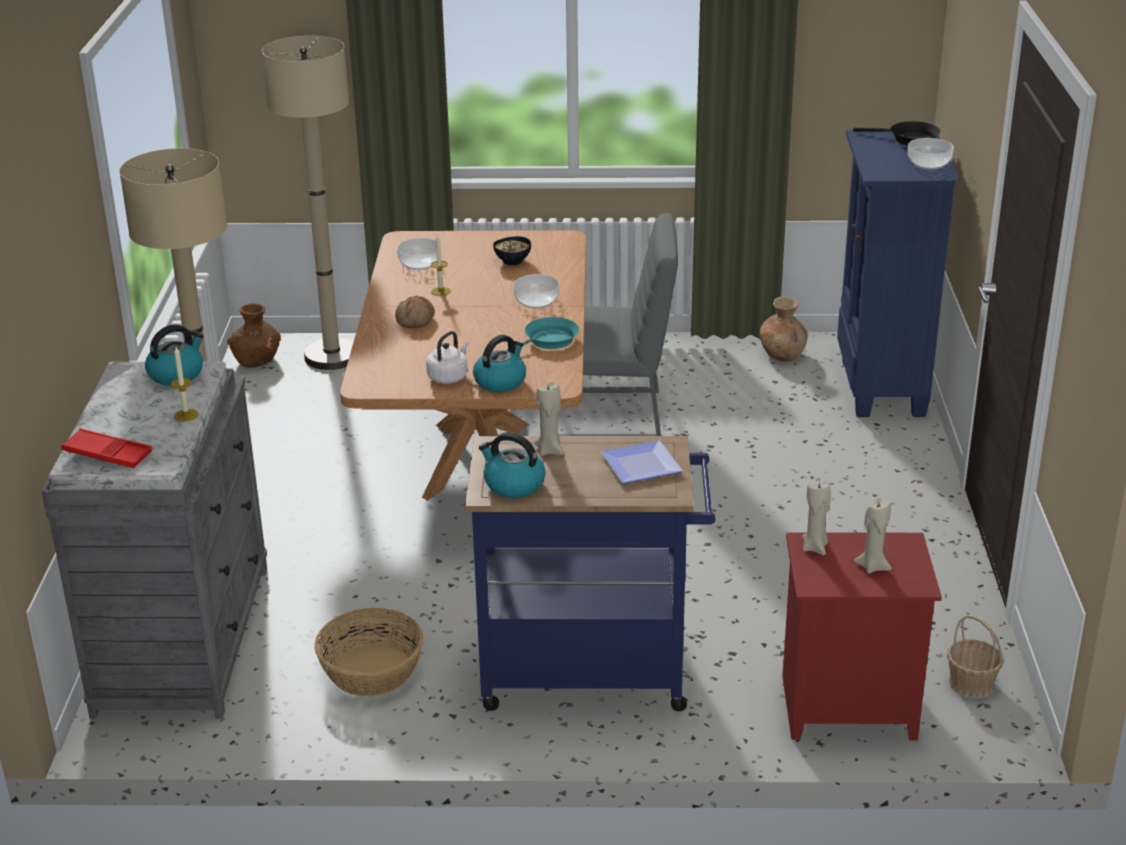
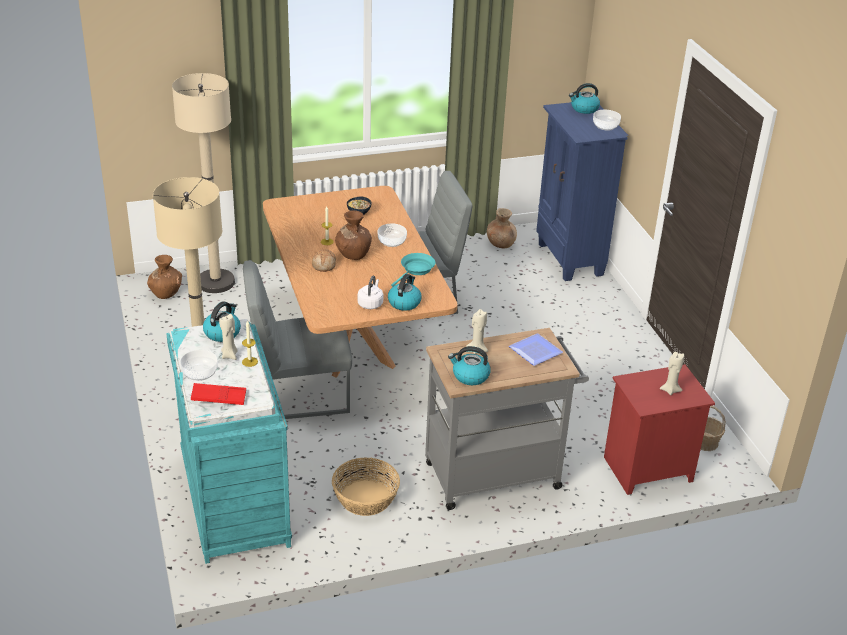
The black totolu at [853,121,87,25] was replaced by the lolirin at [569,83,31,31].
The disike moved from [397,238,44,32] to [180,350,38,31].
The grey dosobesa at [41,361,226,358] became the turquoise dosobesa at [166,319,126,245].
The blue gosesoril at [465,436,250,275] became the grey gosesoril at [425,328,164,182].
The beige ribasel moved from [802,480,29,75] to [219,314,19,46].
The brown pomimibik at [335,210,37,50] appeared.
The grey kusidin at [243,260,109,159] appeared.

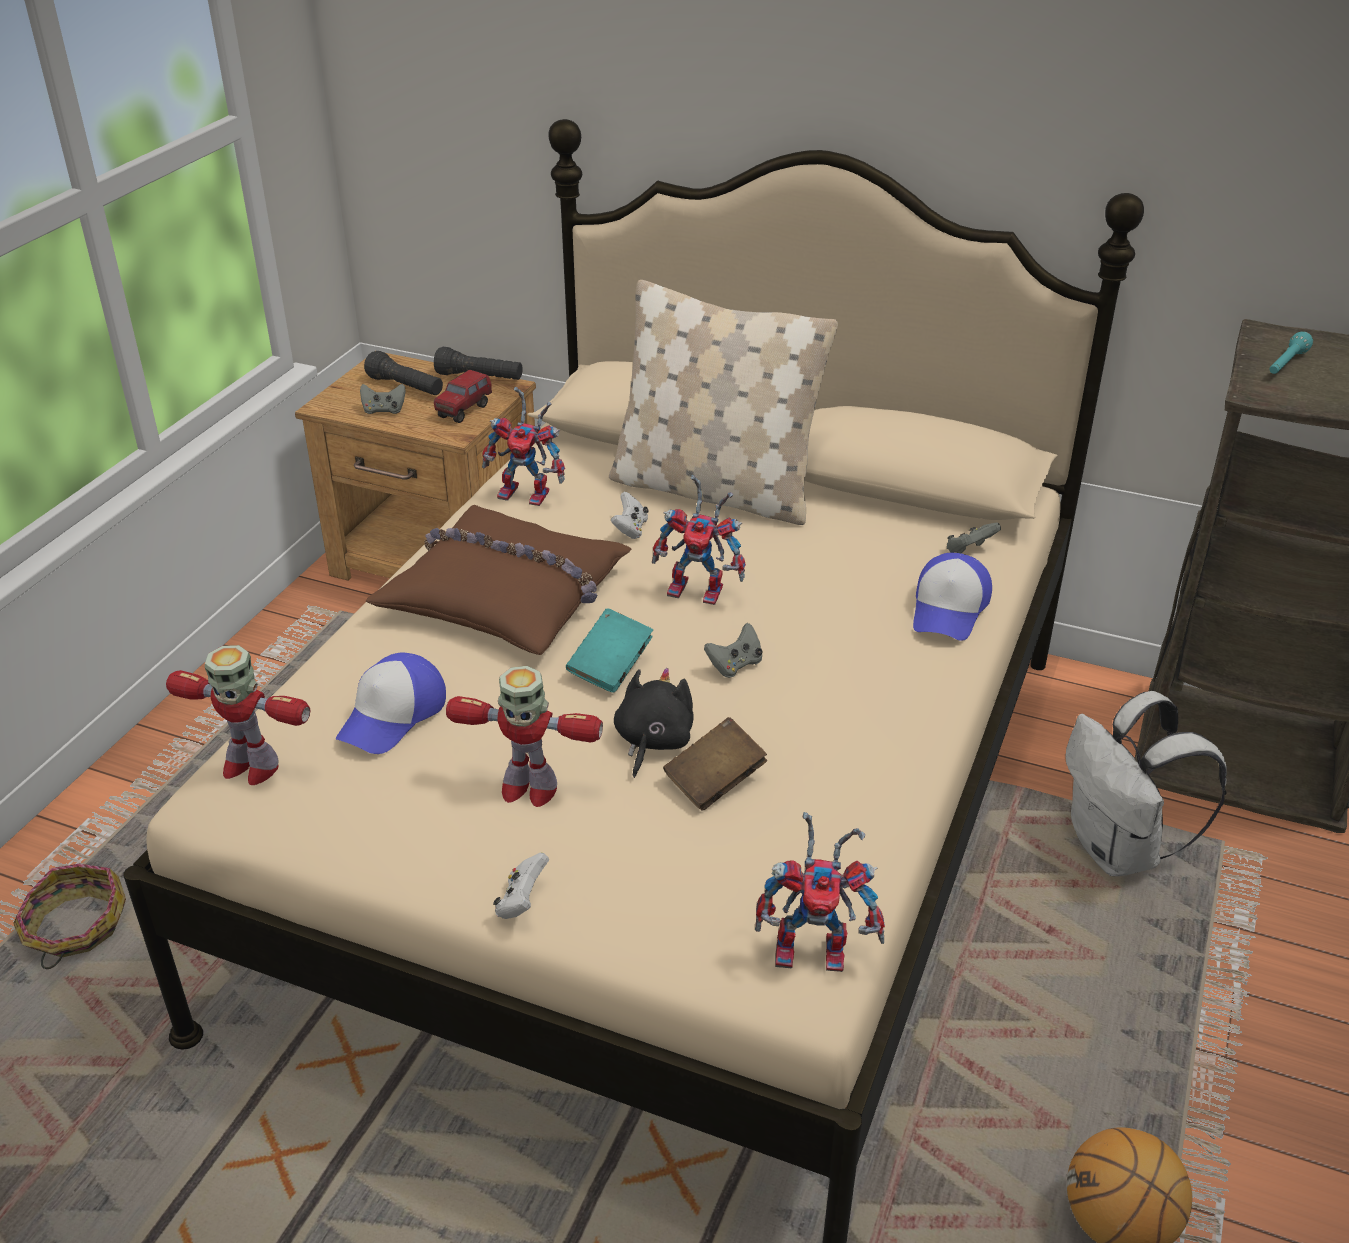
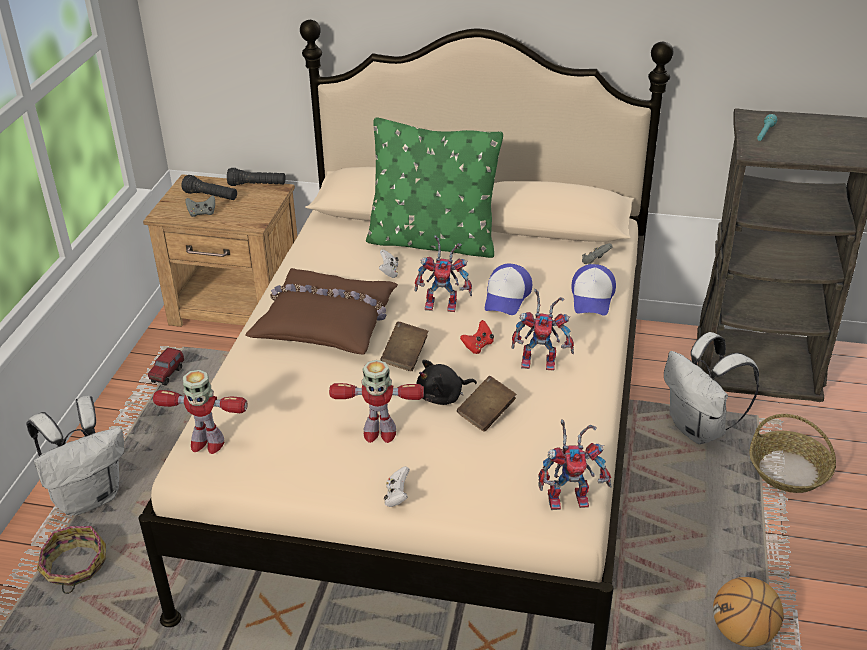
The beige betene at [609,280,229,245] became the green betene at [366,117,137,141].
The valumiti moved from [434,369,58,54] to [148,348,36,38].
The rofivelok moved from [482,387,83,119] to [511,289,63,82].
The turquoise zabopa at [566,608,87,85] became the brown zabopa at [380,322,48,49].
The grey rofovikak at [704,623,58,55] became the red rofovikak at [460,320,34,34].
The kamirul moved from [336,652,110,102] to [485,264,47,51].
The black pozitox at [614,668,80,110] turned 120 degrees counterclockwise.
The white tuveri at [26,396,98,120] appeared.
The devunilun at [749,414,87,79] appeared.

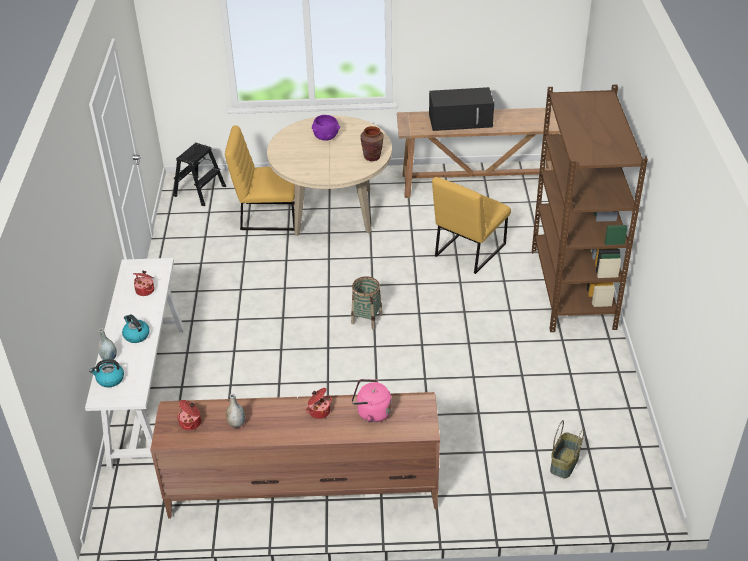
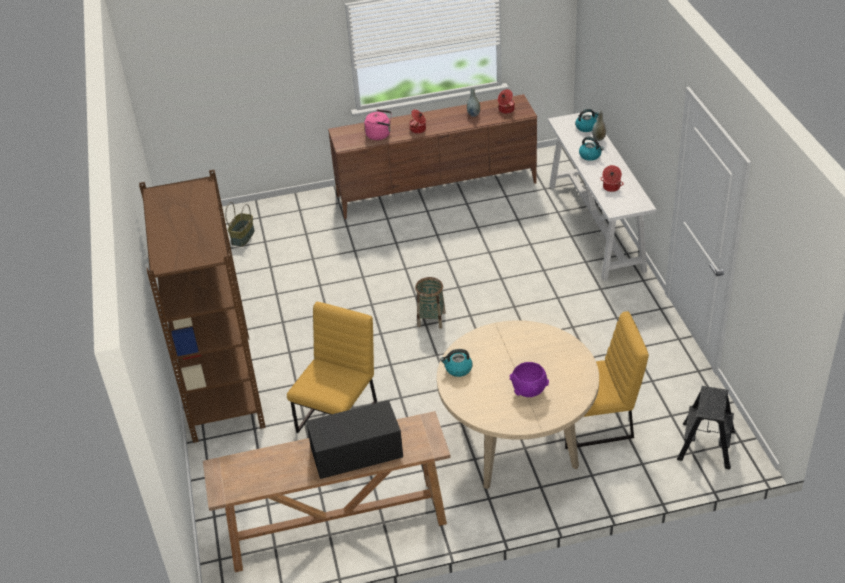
The brown pomimibik at [361,126,23,35] was replaced by the lolirin at [440,349,32,28].

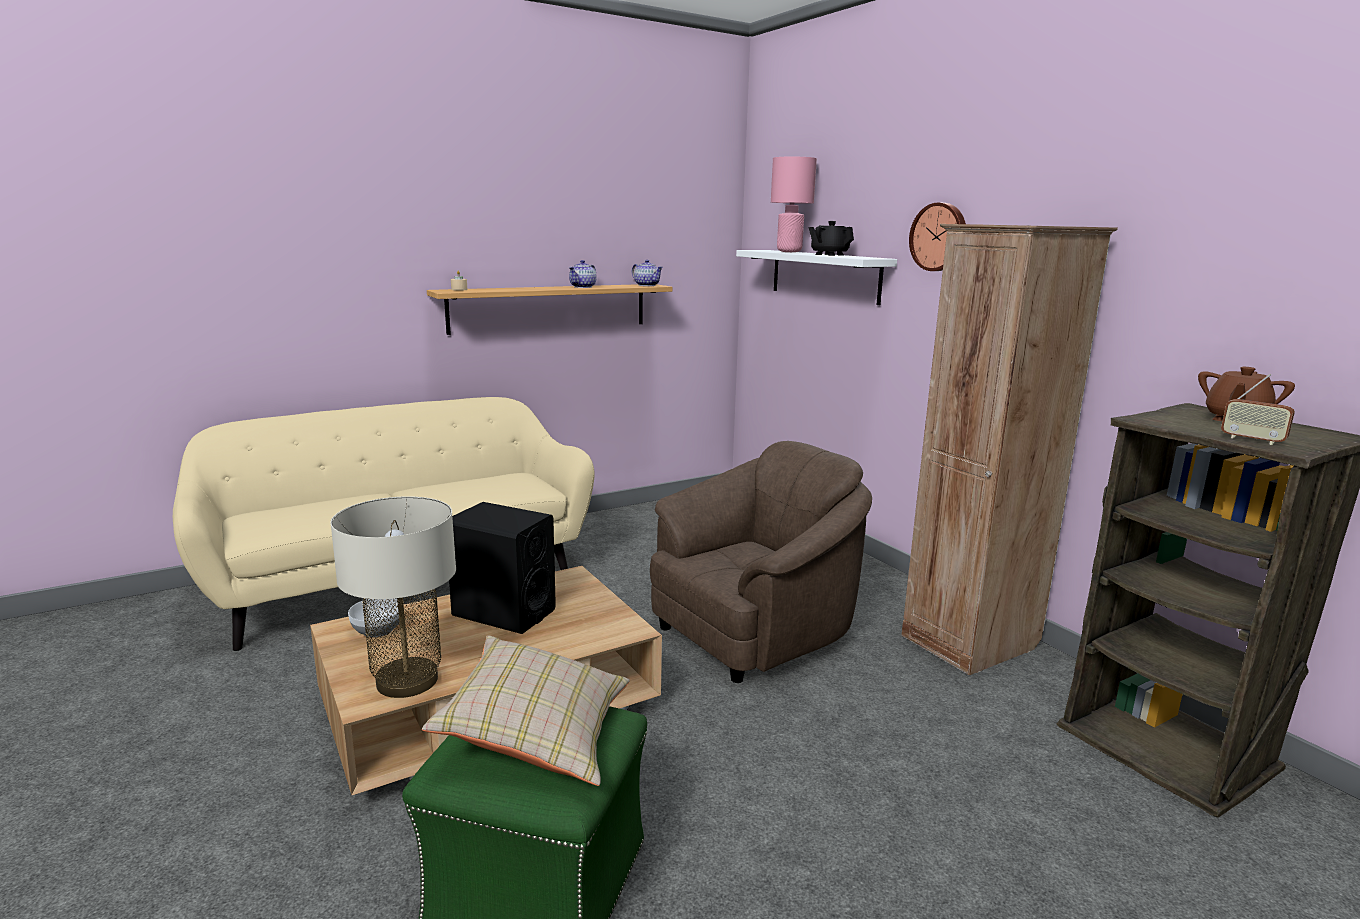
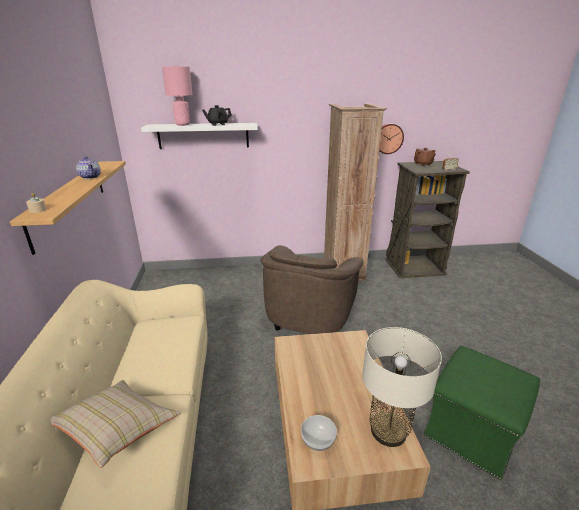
The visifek moved from [909,203,57,68] to [379,123,25,31].
The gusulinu at [632,260,31,26] disappeared.
The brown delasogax at [650,441,222,242] turned 150 degrees counterclockwise.
The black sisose at [449,502,107,132] disappeared.
The beige betene moved from [422,636,208,150] to [50,380,131,88].

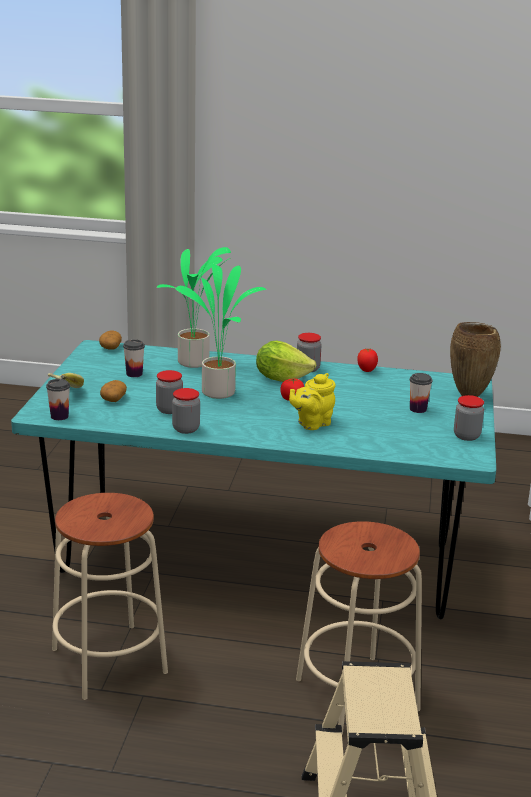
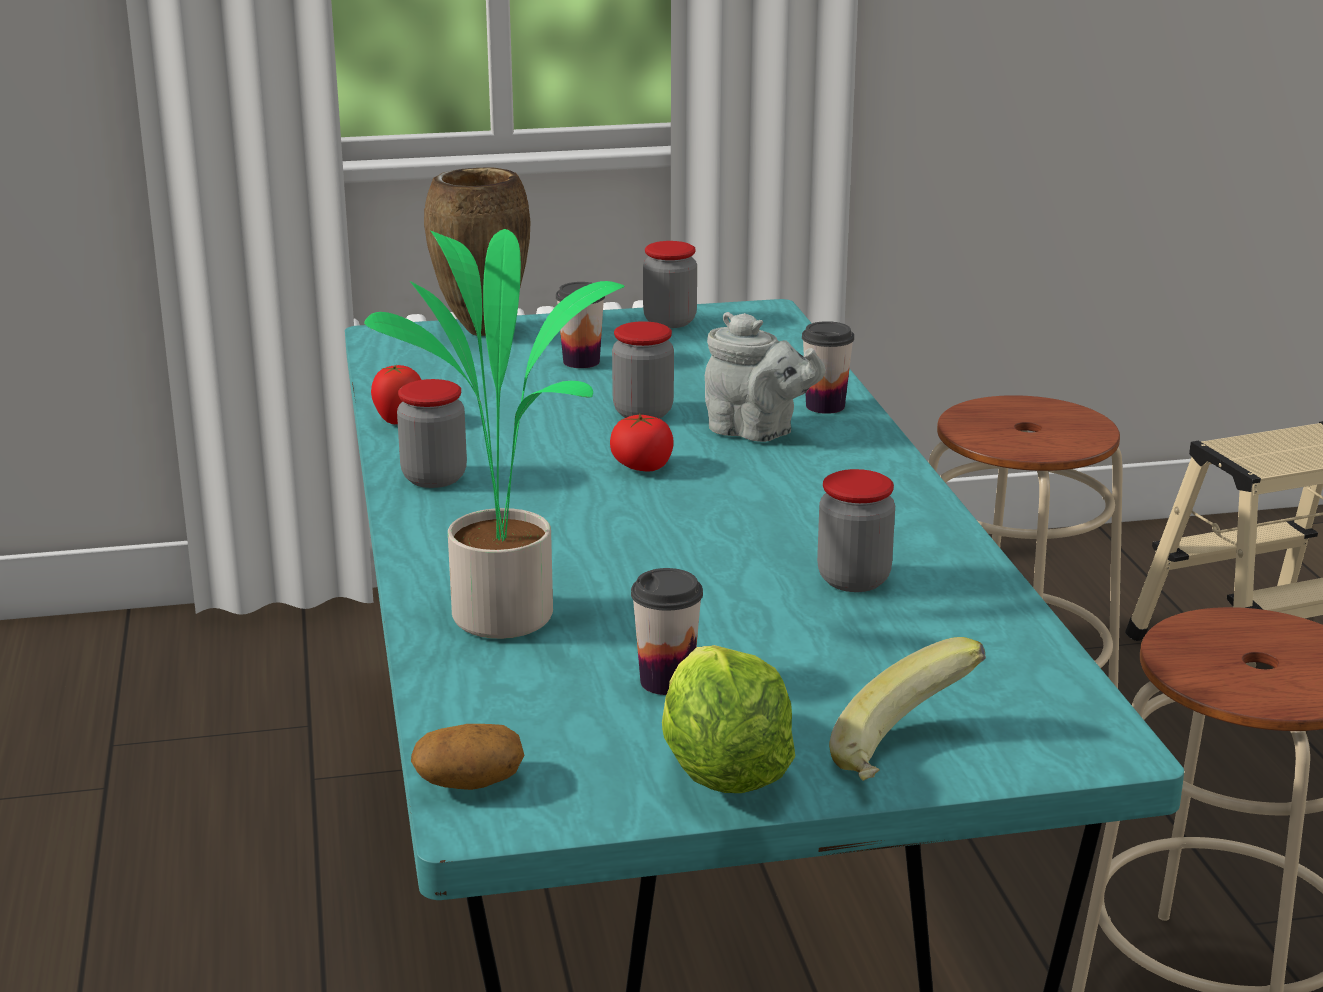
The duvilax at [175,263,92,136] disappeared.
The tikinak moved from [256,341,60,41] to [662,645,133,148].
The yellow gusulinu at [289,373,47,57] became the grey gusulinu at [705,312,121,130].
The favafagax moved from [46,379,24,41] to [802,321,52,93].
The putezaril at [100,380,27,22] disappeared.
The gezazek moved from [172,388,28,46] to [612,321,62,98].

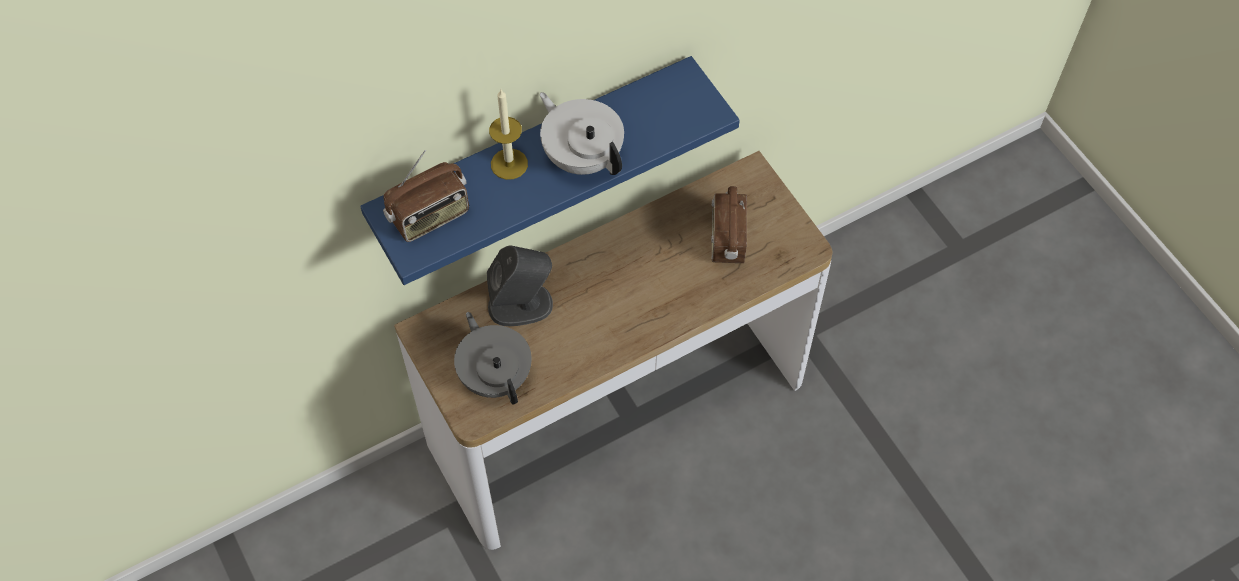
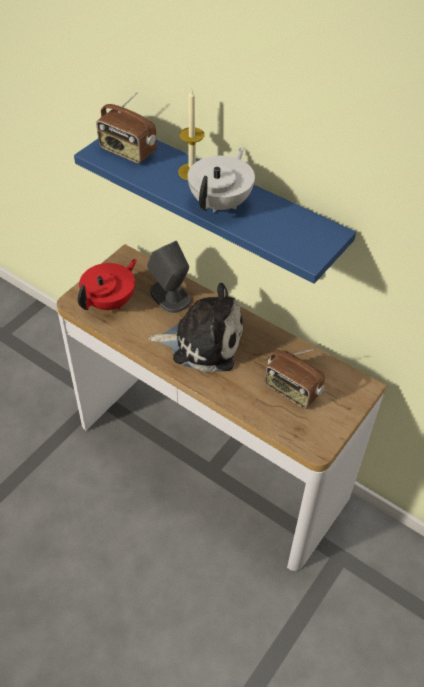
The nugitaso at [711,186,36,77] turned 120 degrees counterclockwise.
The grey gusulinu at [454,312,77,93] became the red gusulinu at [78,259,59,51].
The pozitox at [148,283,96,89] appeared.

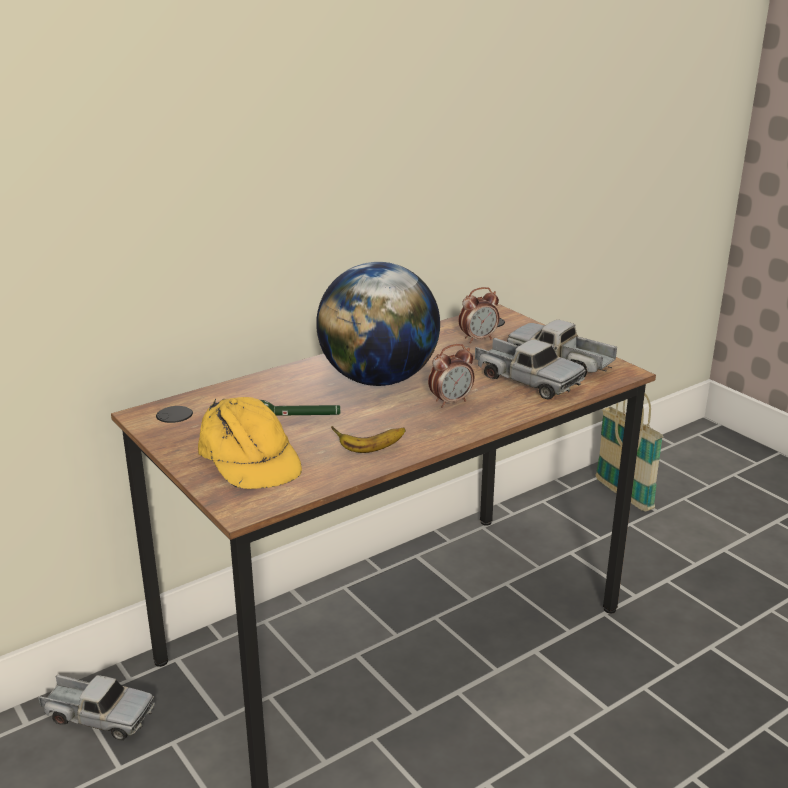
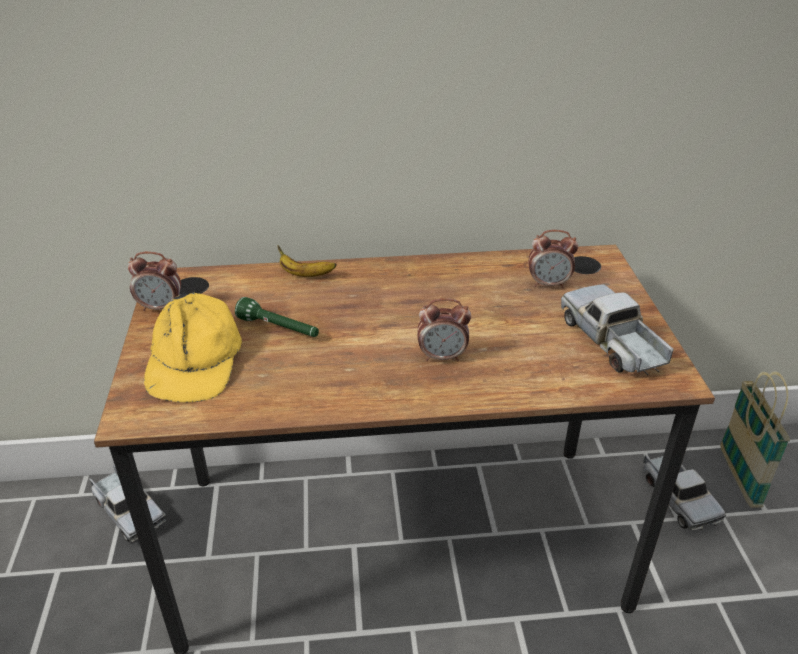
The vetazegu at [316,262,124,124] disappeared.
The valumiti moved from [475,338,111,61] to [643,455,83,75].
The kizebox moved from [331,426,75,27] to [277,245,59,32].
The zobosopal at [128,252,53,59] appeared.

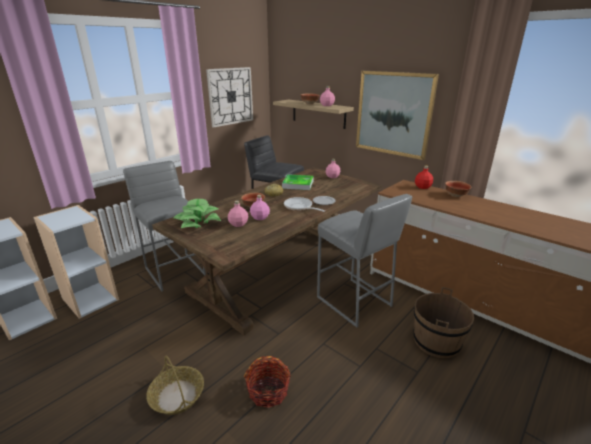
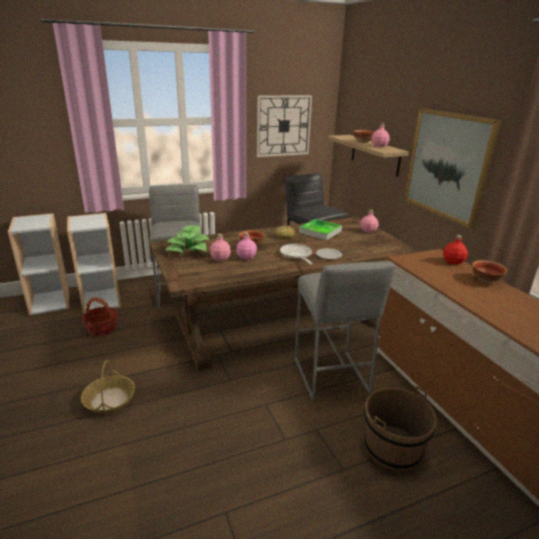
The devunilun moved from [244,356,47,52] to [82,297,36,39].

